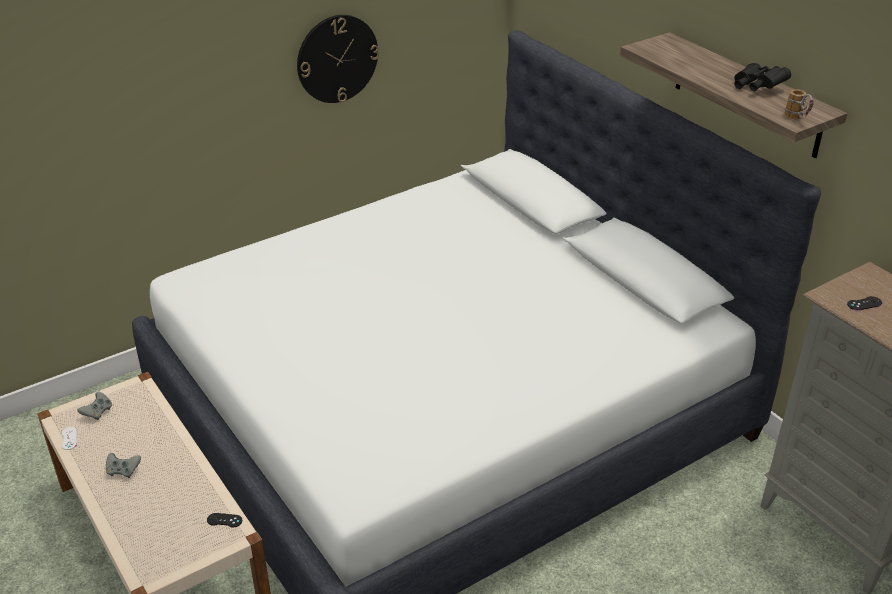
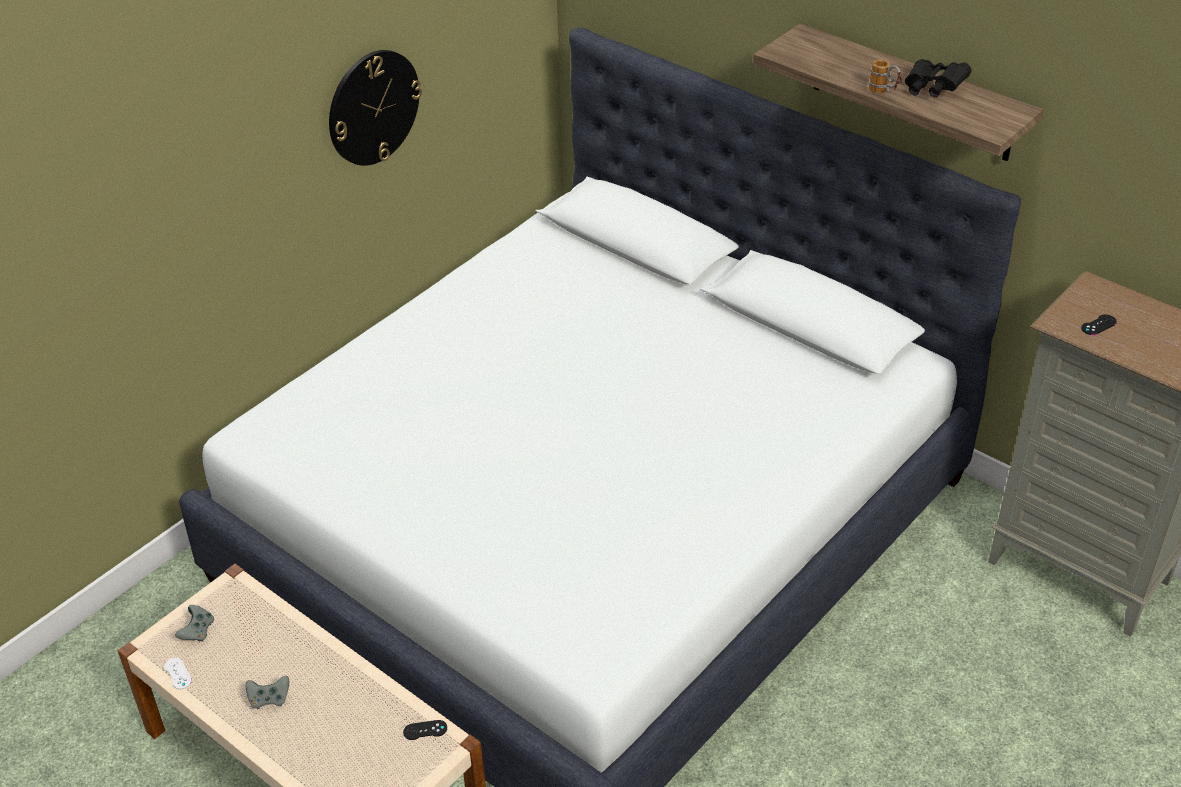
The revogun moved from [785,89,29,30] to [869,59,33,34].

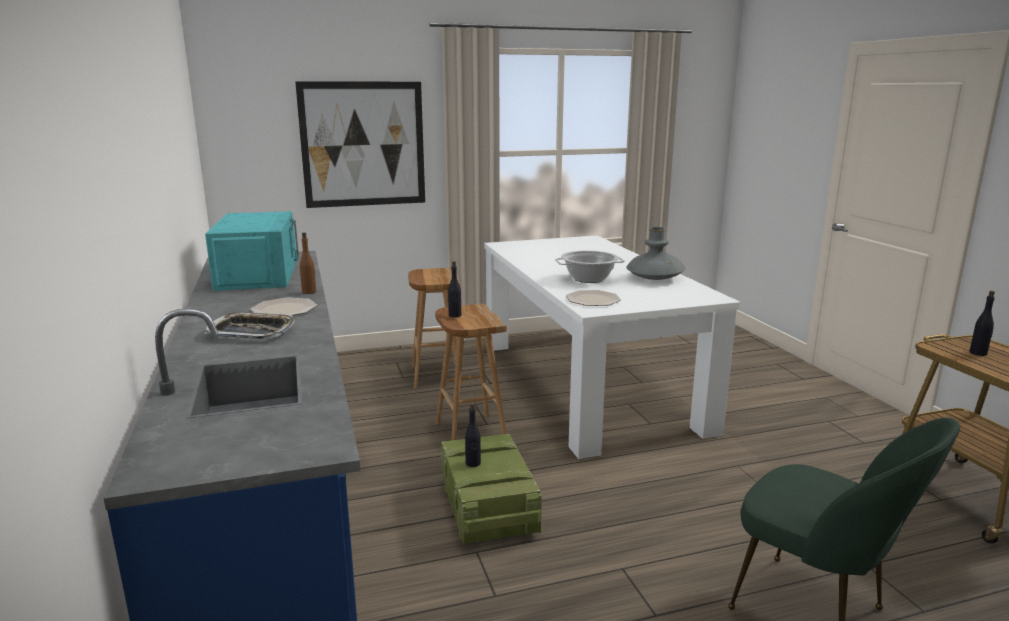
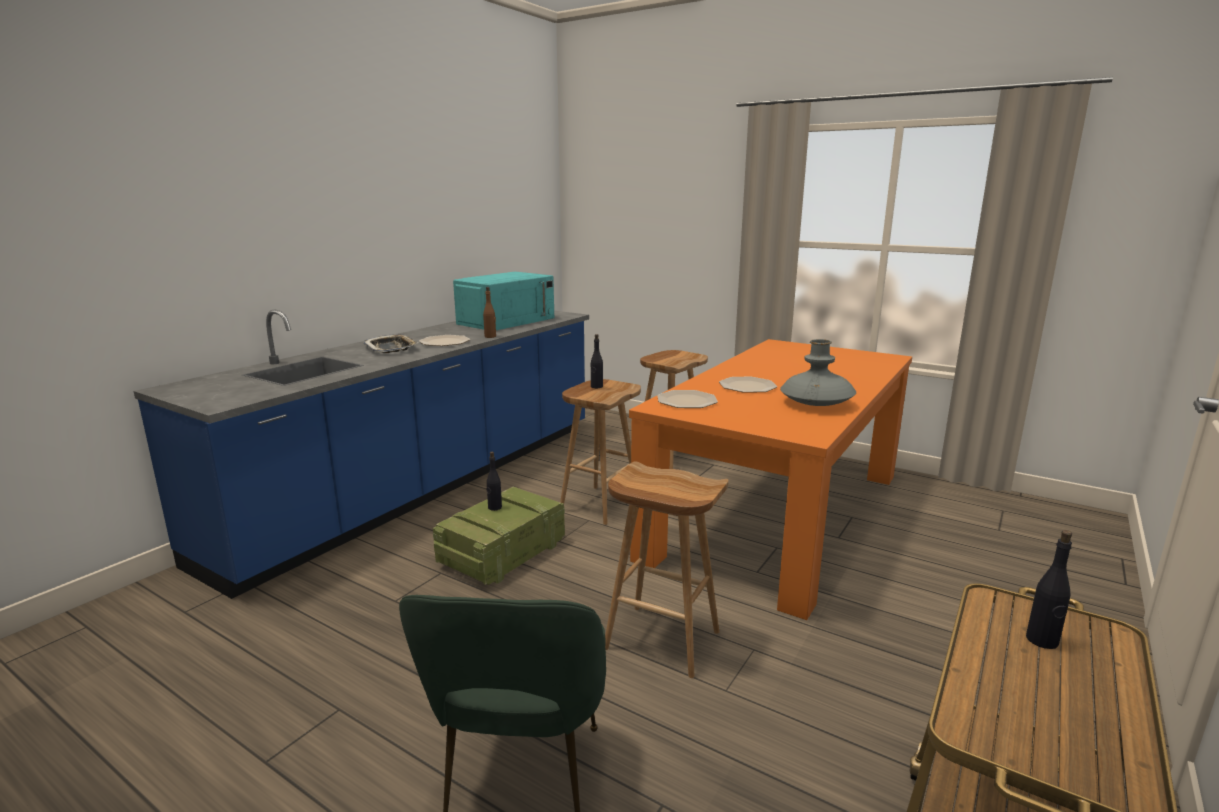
The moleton at [295,81,130,127] disappeared.
The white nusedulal at [484,235,256,224] became the orange nusedulal at [629,339,283,281].
The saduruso at [555,250,70,33] was replaced by the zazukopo at [719,377,58,16].
The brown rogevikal at [605,461,124,217] appeared.

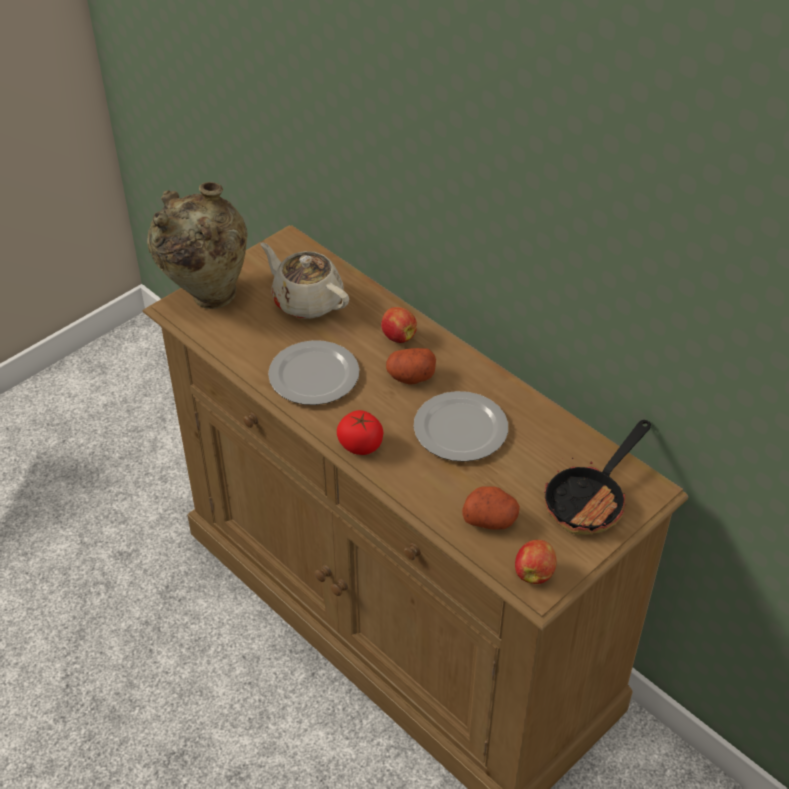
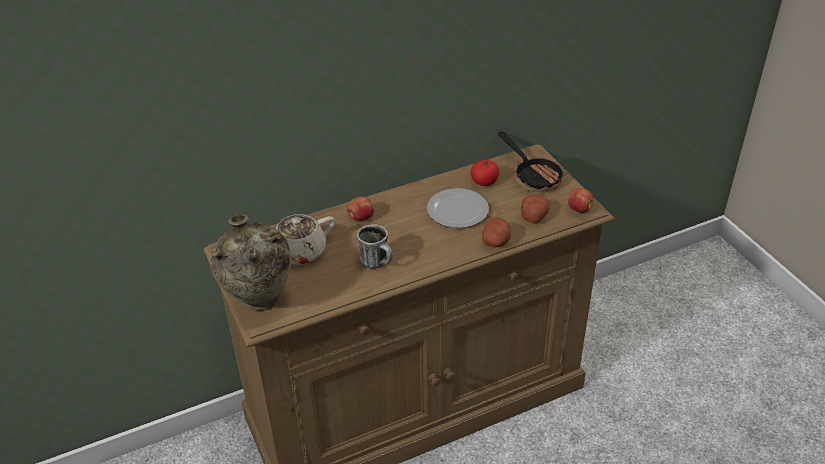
The zazukopo at [268,340,92,65] was replaced by the revogun at [357,224,36,45].
The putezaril moved from [386,348,50,37] to [482,217,29,30].
The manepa moved from [337,410,46,45] to [471,159,29,27].

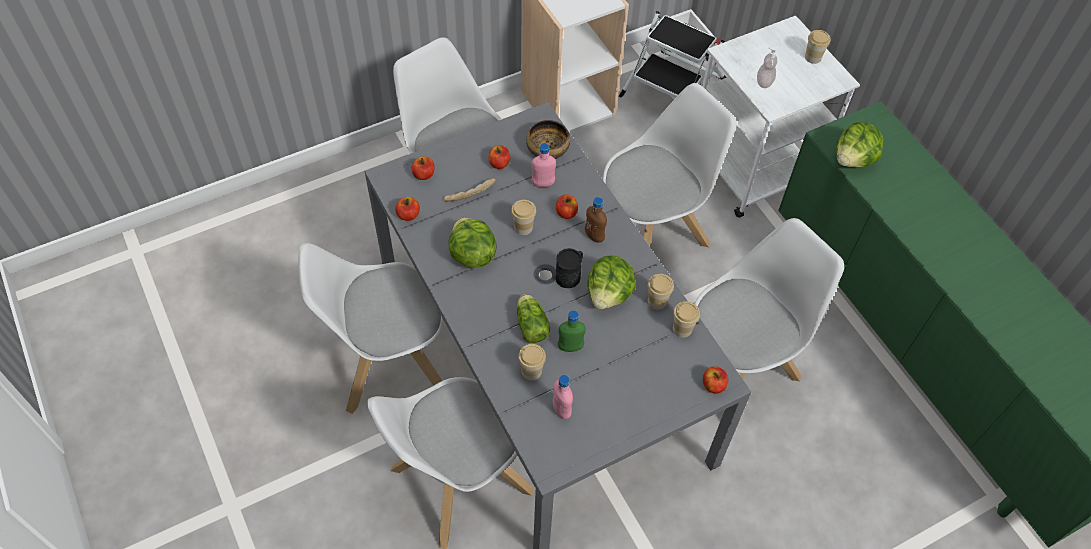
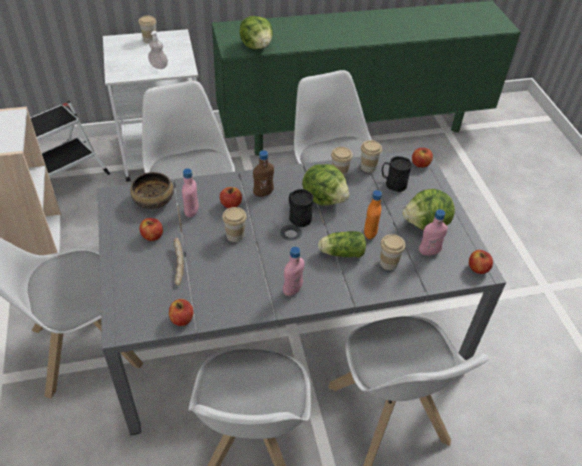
The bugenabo moved from [412,156,23,24] to [469,250,24,24].
The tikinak moved from [448,218,49,50] to [402,189,53,41].
The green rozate at [558,310,28,42] became the orange rozate at [364,190,18,49].
The black revogun at [382,156,30,36] appeared.
The pink rozate at [283,247,21,49] appeared.

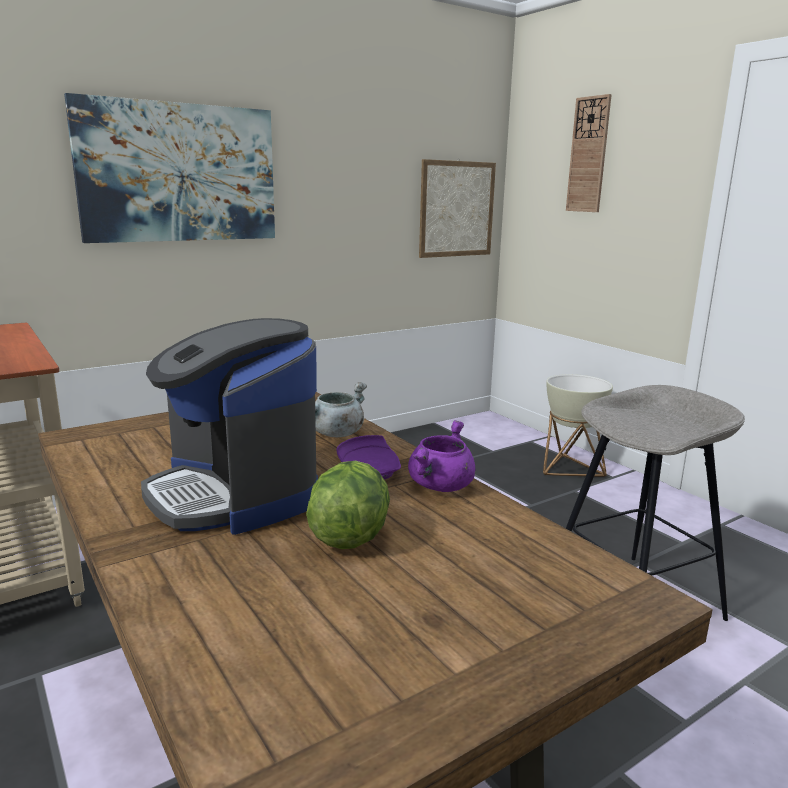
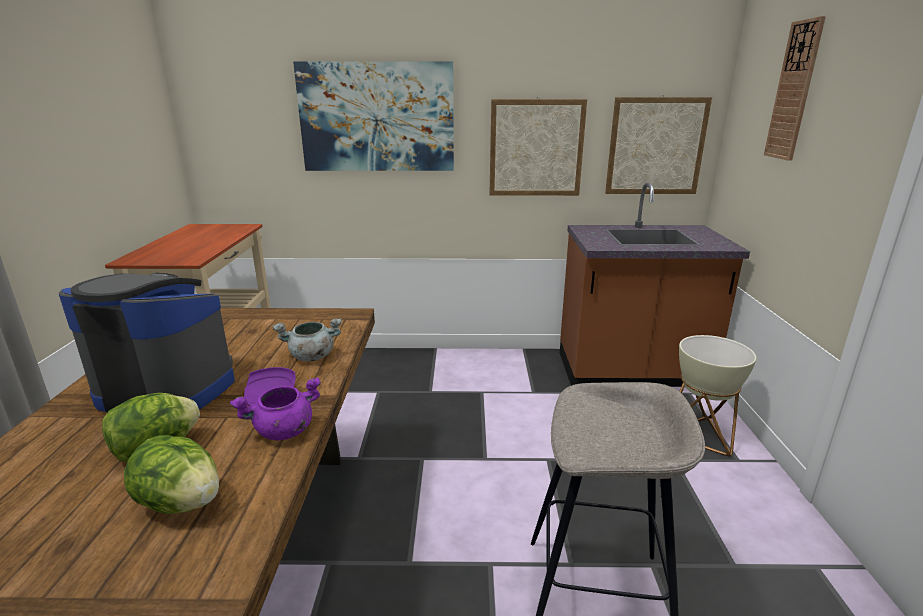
The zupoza at [141,318,177,217] turned 105 degrees clockwise.
The moleton at [489,99,98,97] appeared.
The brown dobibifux at [560,183,190,204] appeared.
The tikinak at [124,435,95,79] appeared.

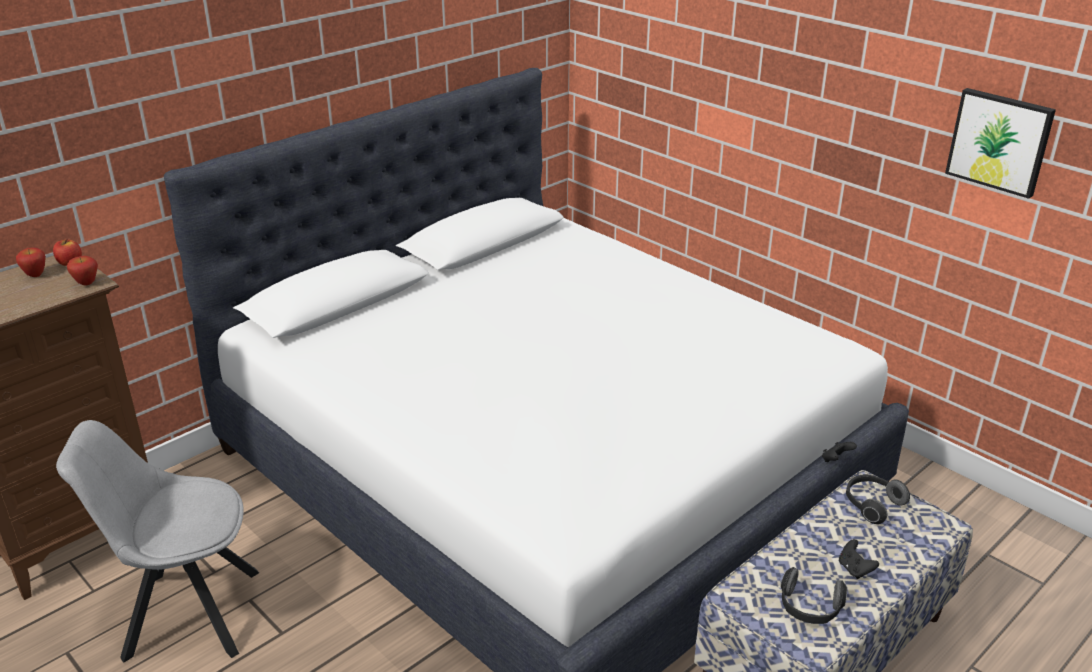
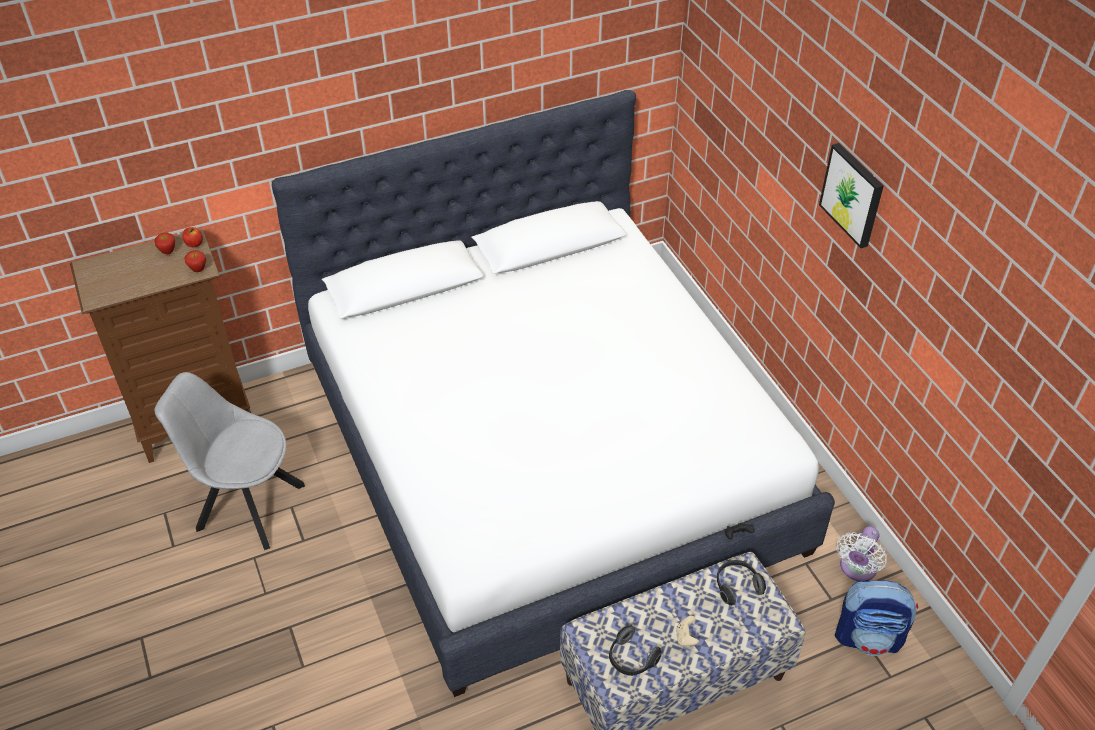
The moleton moved from [945,88,111,111] to [819,143,65,105].
The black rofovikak at [839,539,40,40] became the beige rofovikak at [676,616,23,30].
The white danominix at [837,526,50,55] appeared.
The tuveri at [835,580,83,76] appeared.

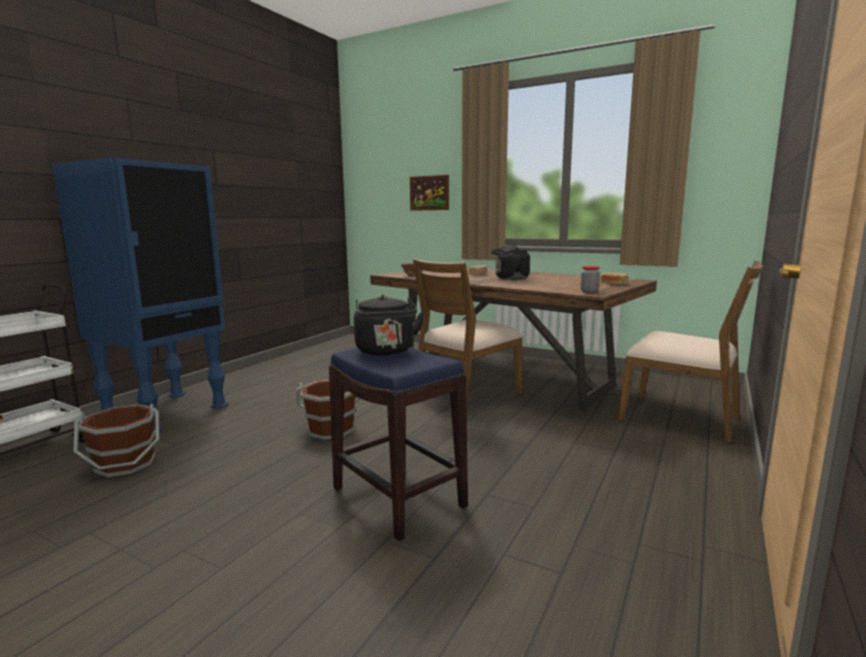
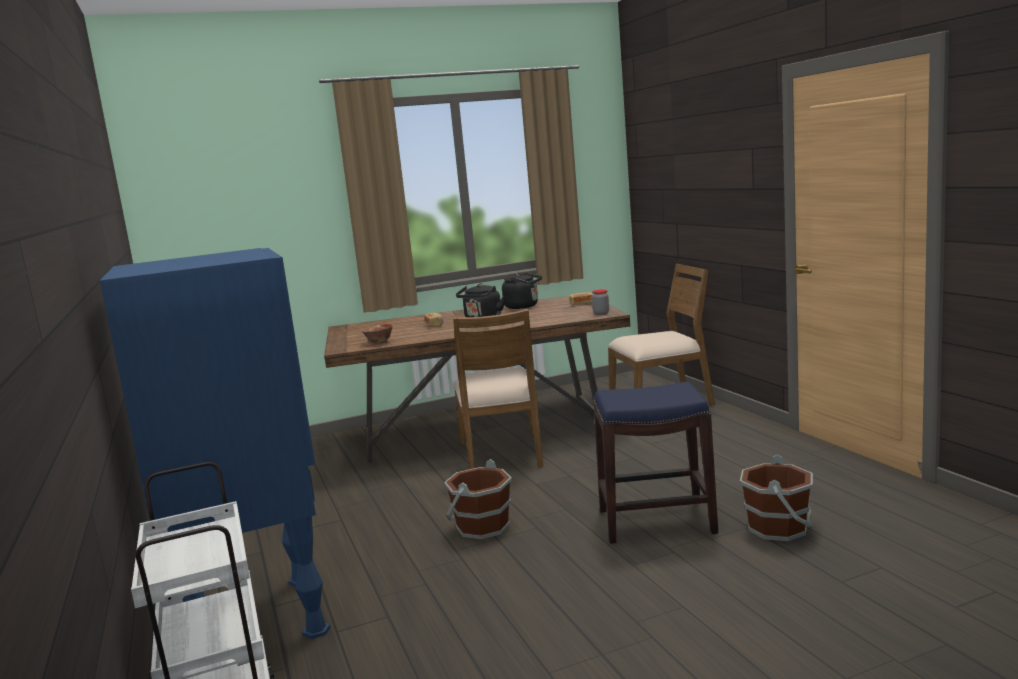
The moleton at [410,175,39,36] disappeared.
The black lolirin moved from [354,294,70,61] to [502,272,40,37].
The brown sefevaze moved from [73,404,87,73] to [740,454,73,87].

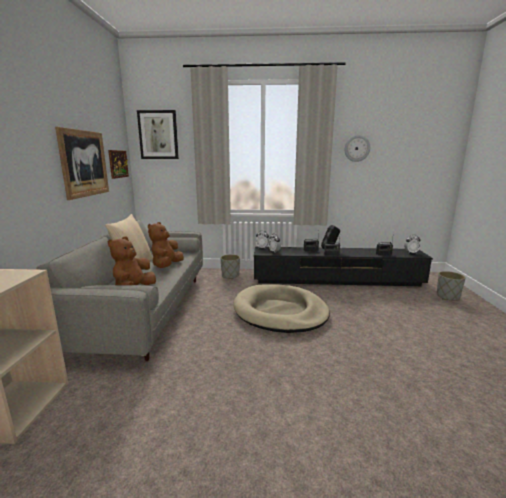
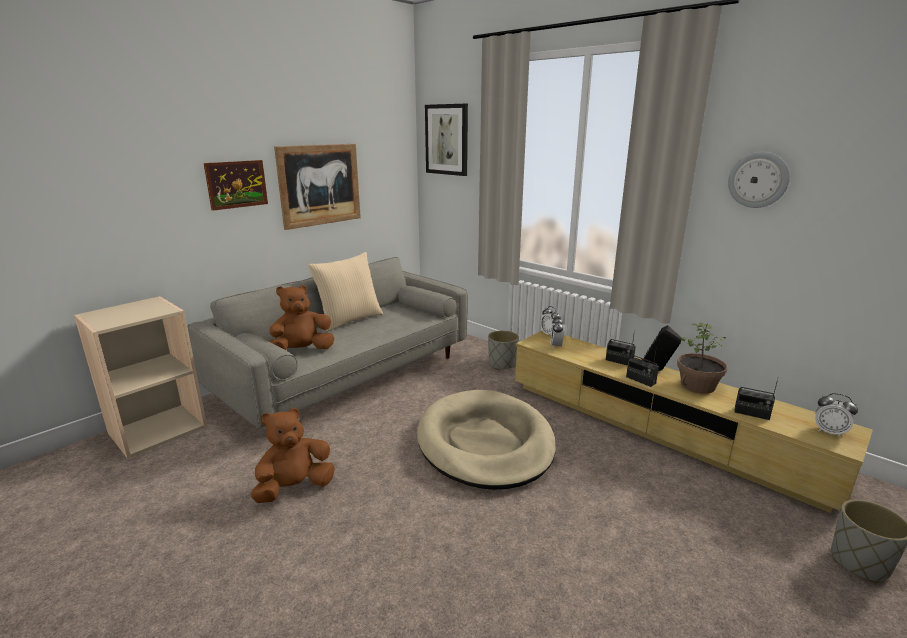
The moleton moved from [108,150,21,29] to [204,160,64,51].
The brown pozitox moved from [148,222,36,46] to [250,408,85,95].
The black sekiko at [254,247,179,39] became the beige sekiko at [515,331,358,182].
The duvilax at [677,322,50,72] appeared.

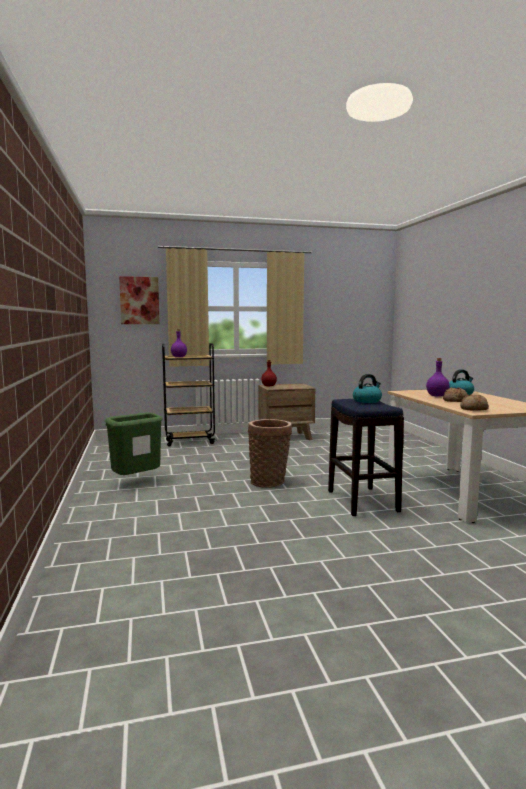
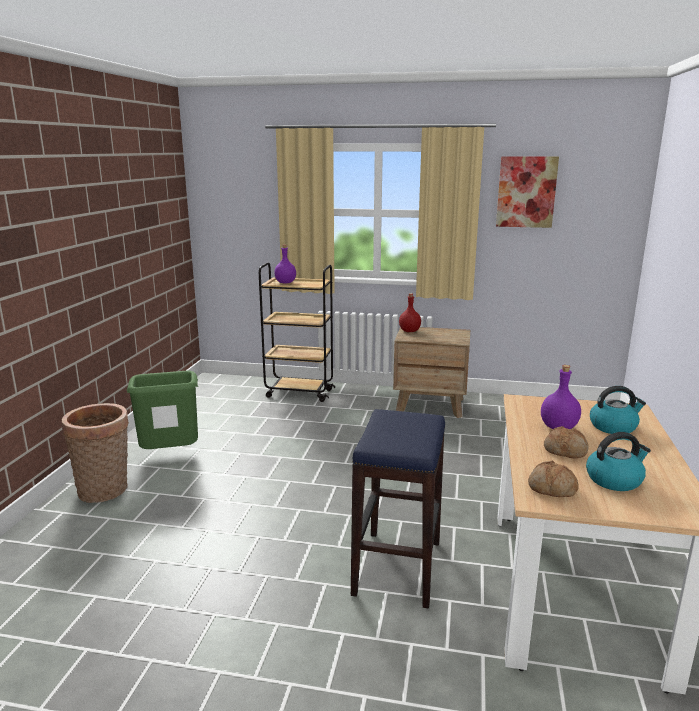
The moleton moved from [119,276,41,48] to [496,156,63,72].
The lolirin moved from [353,374,29,29] to [586,432,65,59].
The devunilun moved from [248,419,44,69] to [62,403,67,100].

